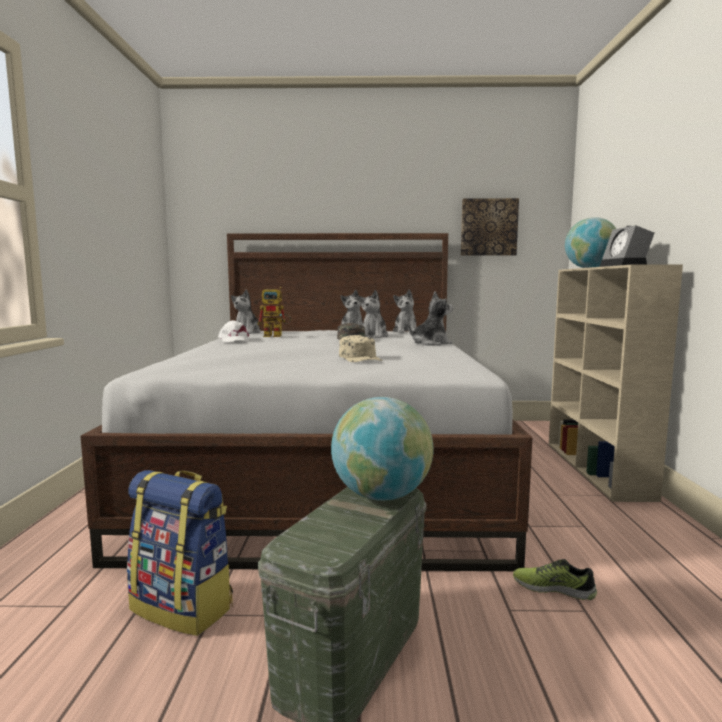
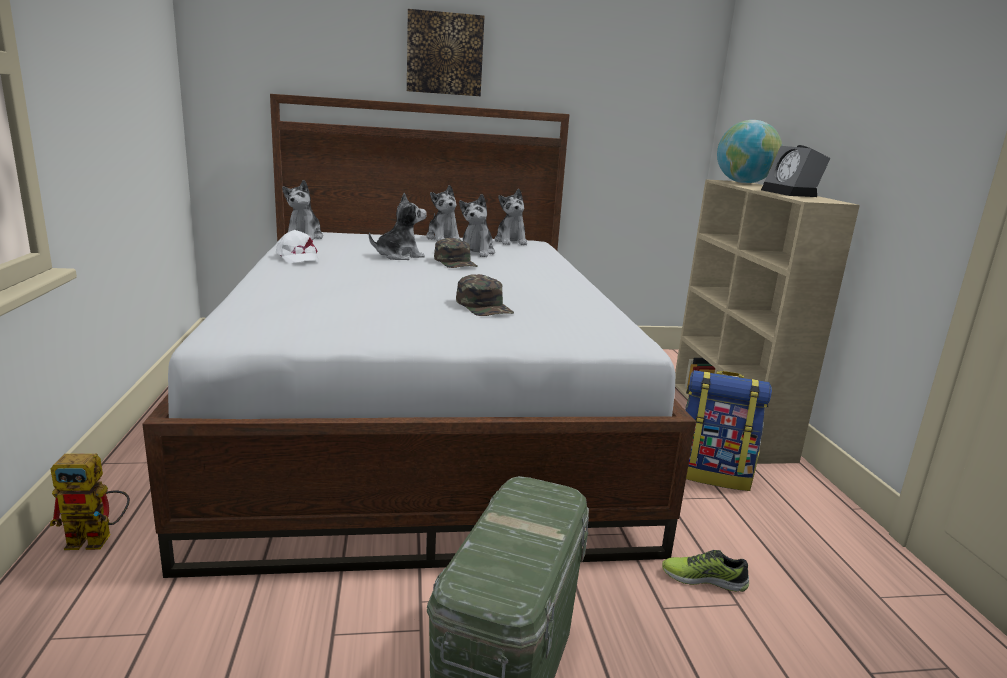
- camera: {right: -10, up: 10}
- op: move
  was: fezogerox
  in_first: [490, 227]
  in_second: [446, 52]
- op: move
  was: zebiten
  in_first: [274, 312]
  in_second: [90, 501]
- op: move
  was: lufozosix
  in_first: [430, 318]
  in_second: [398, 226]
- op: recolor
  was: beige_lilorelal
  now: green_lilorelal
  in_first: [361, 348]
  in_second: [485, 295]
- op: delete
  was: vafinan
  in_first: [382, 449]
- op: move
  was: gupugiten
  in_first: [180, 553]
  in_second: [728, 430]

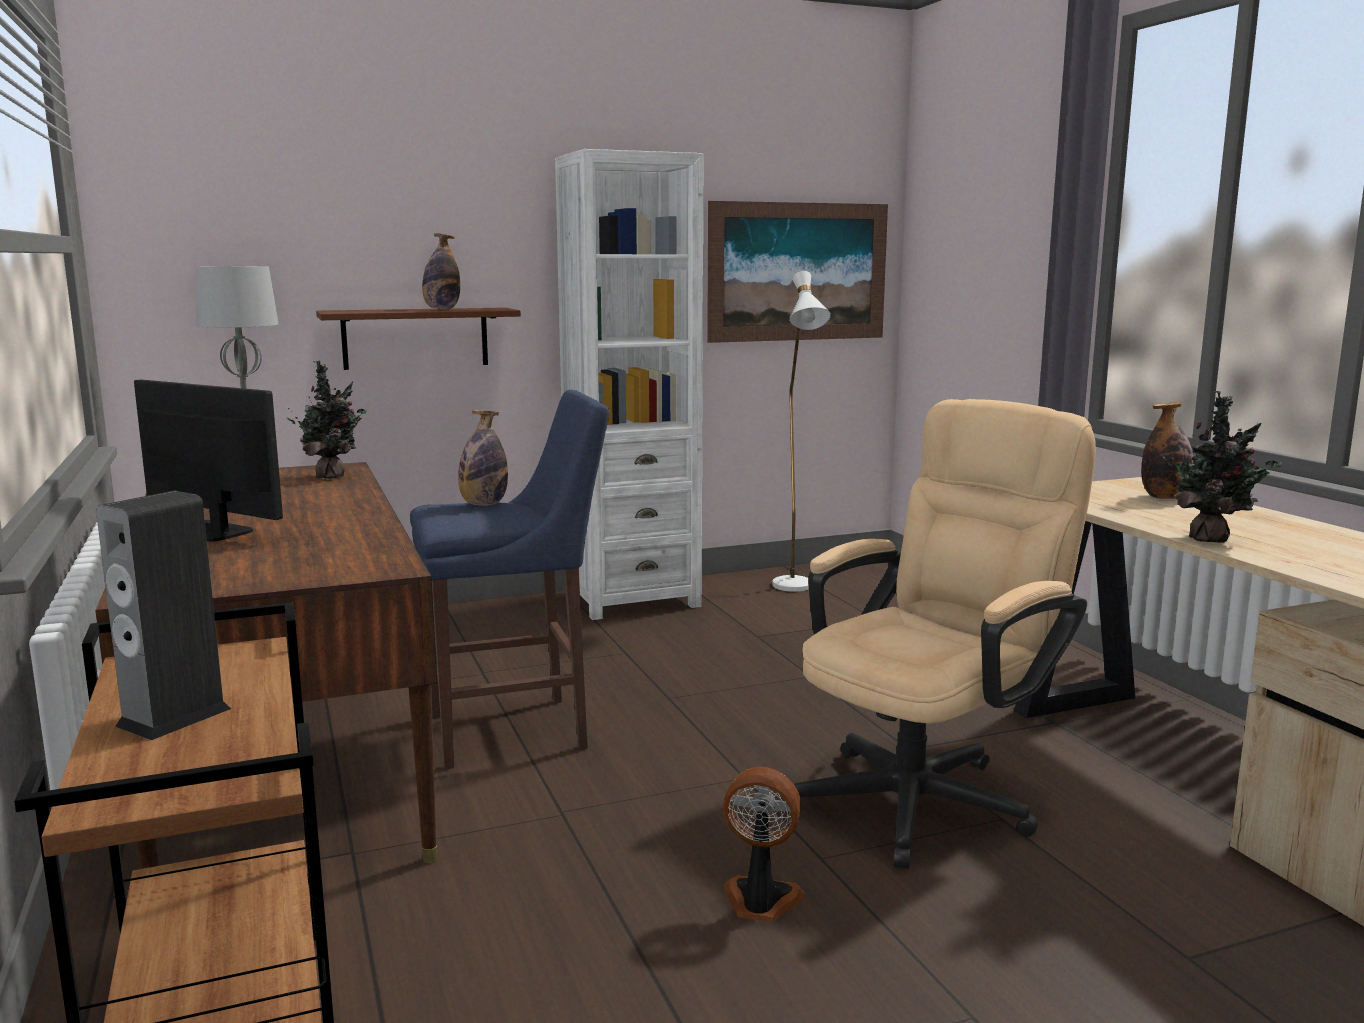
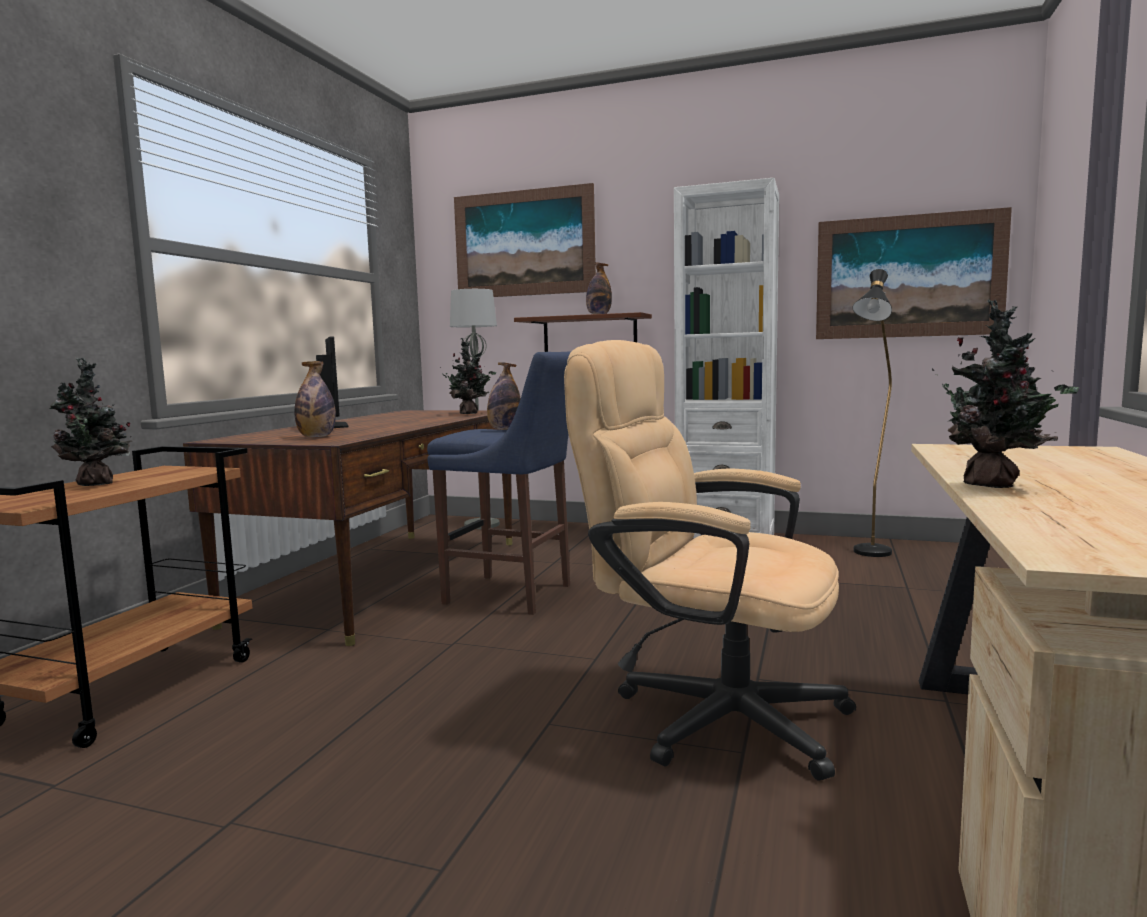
- camera: {right: 40, up: -5}
- op: recolor
  was: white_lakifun
  now: black_lakifun
  in_first: [801, 431]
  in_second: [872, 413]
- op: rotate
  was: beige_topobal
  in_first: [939, 634]
  in_second: [710, 560]
  clockwise: -150
- op: move
  was: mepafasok
  in_first: [1167, 450]
  in_second: [315, 399]
- op: replace
  was: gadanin
  now: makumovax
  in_first: [163, 615]
  in_second: [91, 422]
- op: delete
  was: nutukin
  in_first: [764, 844]
- op: insert
  now: fezogerox
  in_second: [525, 240]

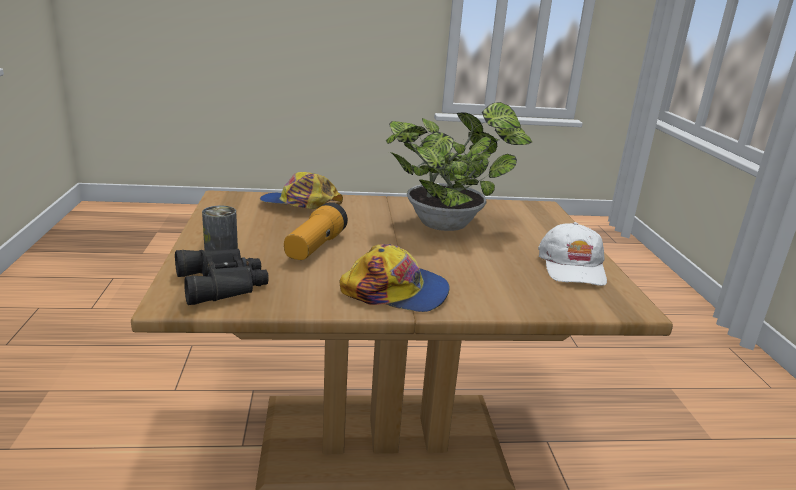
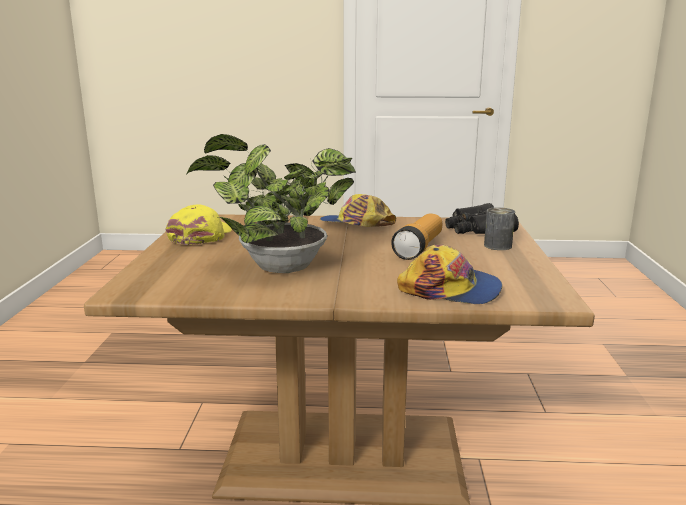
- camera: {right: -170, up: -5}
- op: recolor
  was: white_lilorelal
  now: yellow_lilorelal
  in_first: [572, 254]
  in_second: [198, 224]

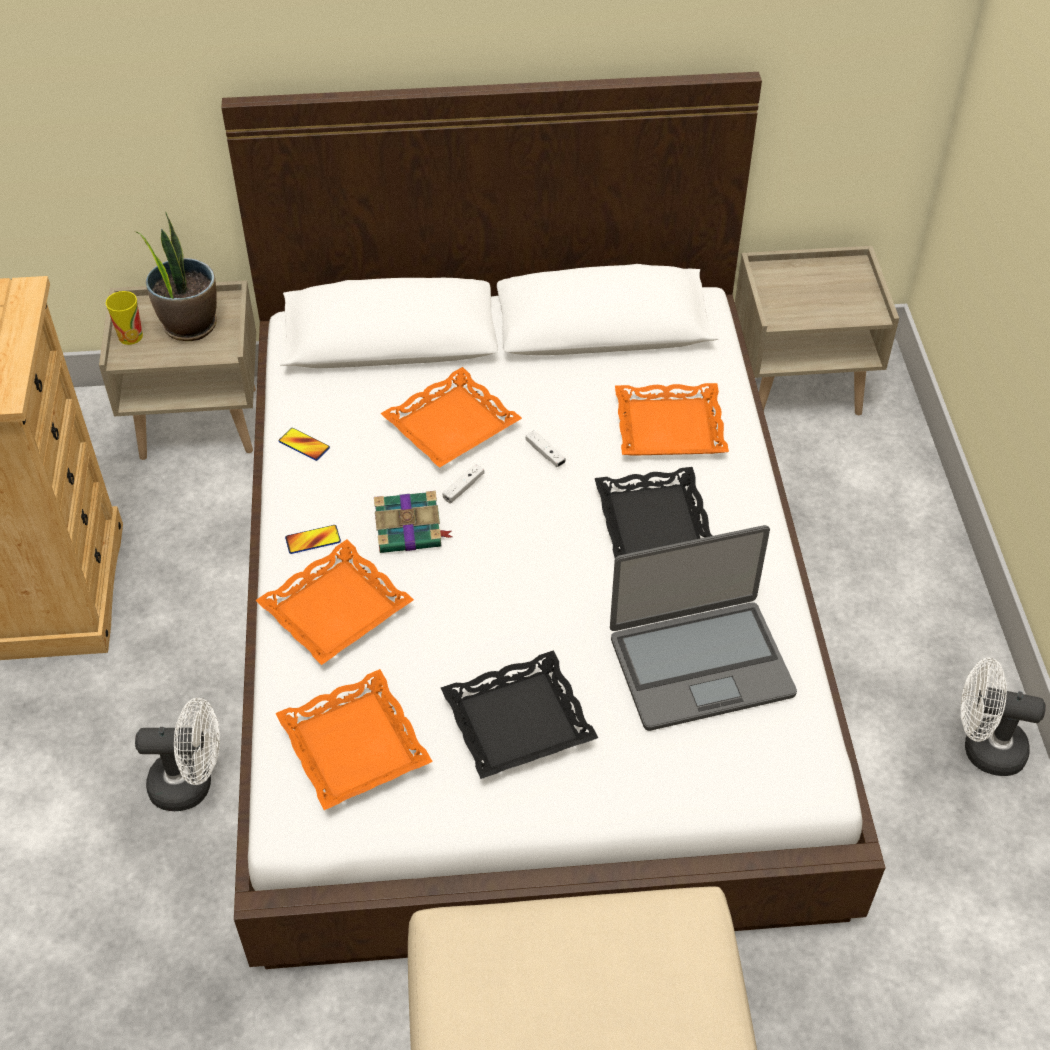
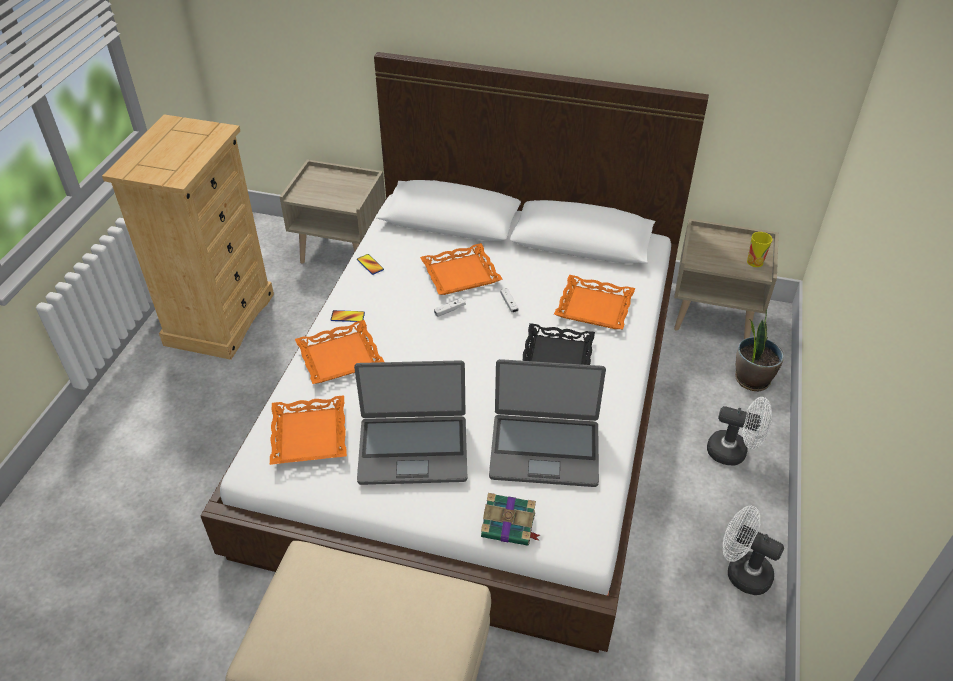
- camera: {right: 20, up: -5}
- op: move
  was: makumovax
  in_first: [176, 276]
  in_second: [759, 350]
- op: move
  was: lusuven
  in_first: [124, 318]
  in_second: [759, 249]
- op: move
  was: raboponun
  in_first: [413, 522]
  in_second: [510, 519]
- op: replace
  was: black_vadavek
  now: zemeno
  in_first: [519, 714]
  in_second: [410, 422]
- op: move
  was: white_nutukin
  in_first: [177, 754]
  in_second: [739, 431]

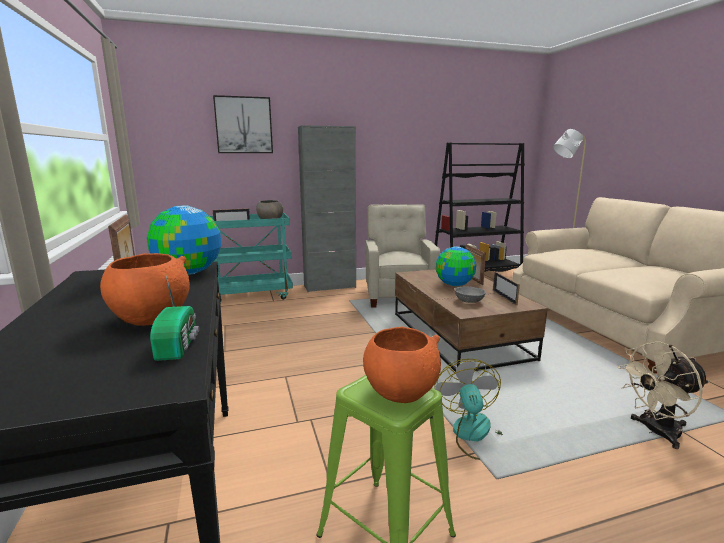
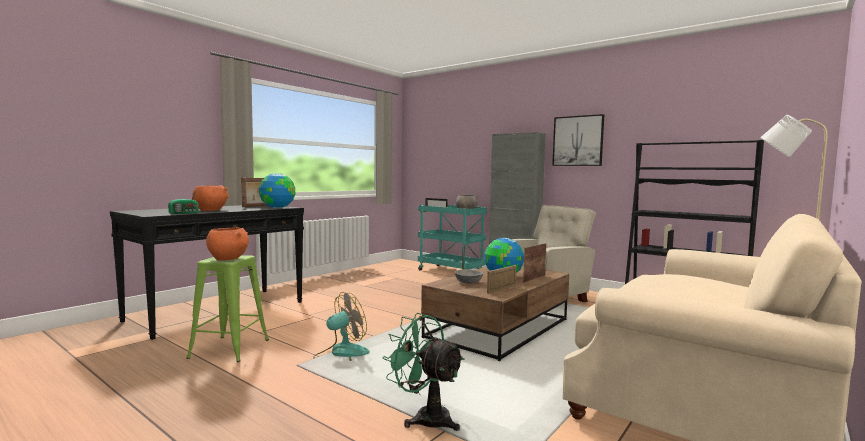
- camera: {right: 55, up: -10}
- op: move
  was: fezogerox
  in_first: [243, 124]
  in_second: [578, 140]
- op: recolor
  was: beige_nutukin
  now: green_nutukin
  in_first: [663, 395]
  in_second: [423, 372]

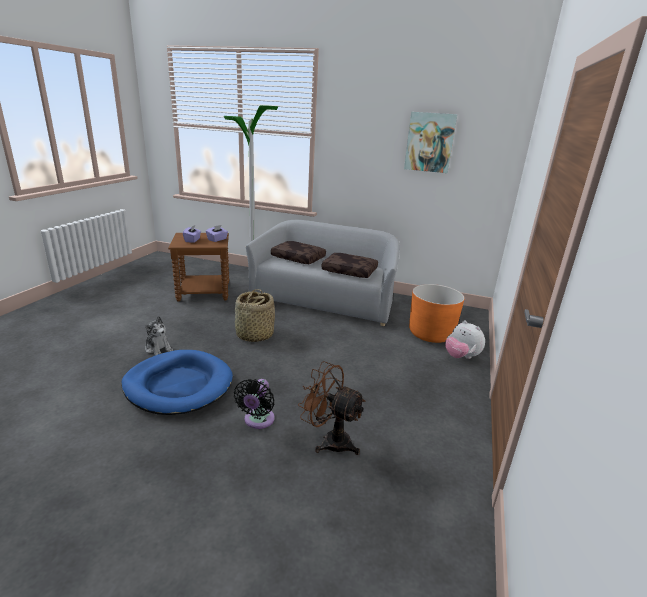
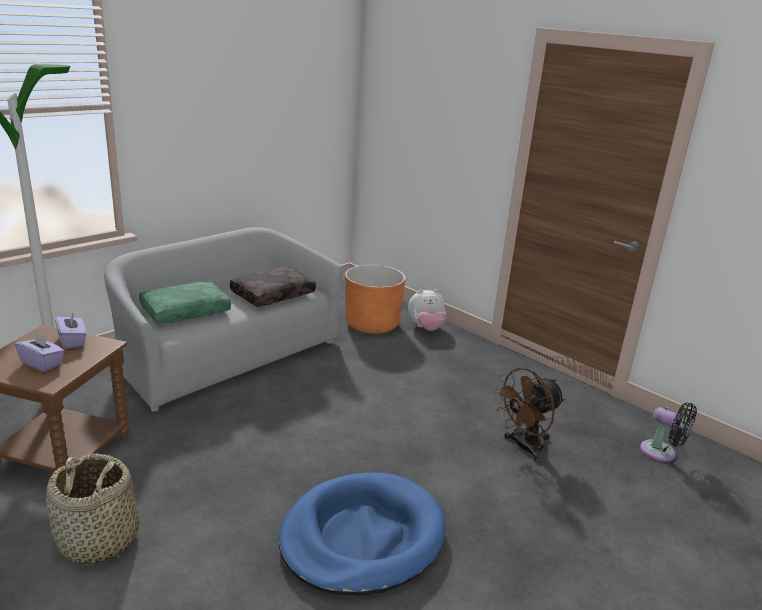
- camera: {right: -65, up: 0}
- op: delete
  was: fezogerox
  in_first: [430, 142]
- op: recolor
  was: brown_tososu
  now: green_tososu
  in_first: [298, 252]
  in_second: [185, 302]
- op: move
  was: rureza
  in_first: [255, 315]
  in_second: [92, 509]
- op: delete
  was: lufozosix
  in_first: [159, 335]
- op: move
  was: black_nutukin
  in_first: [254, 404]
  in_second: [668, 432]

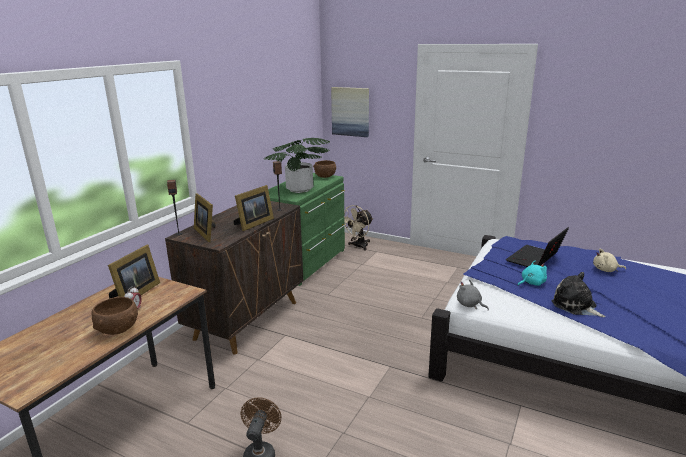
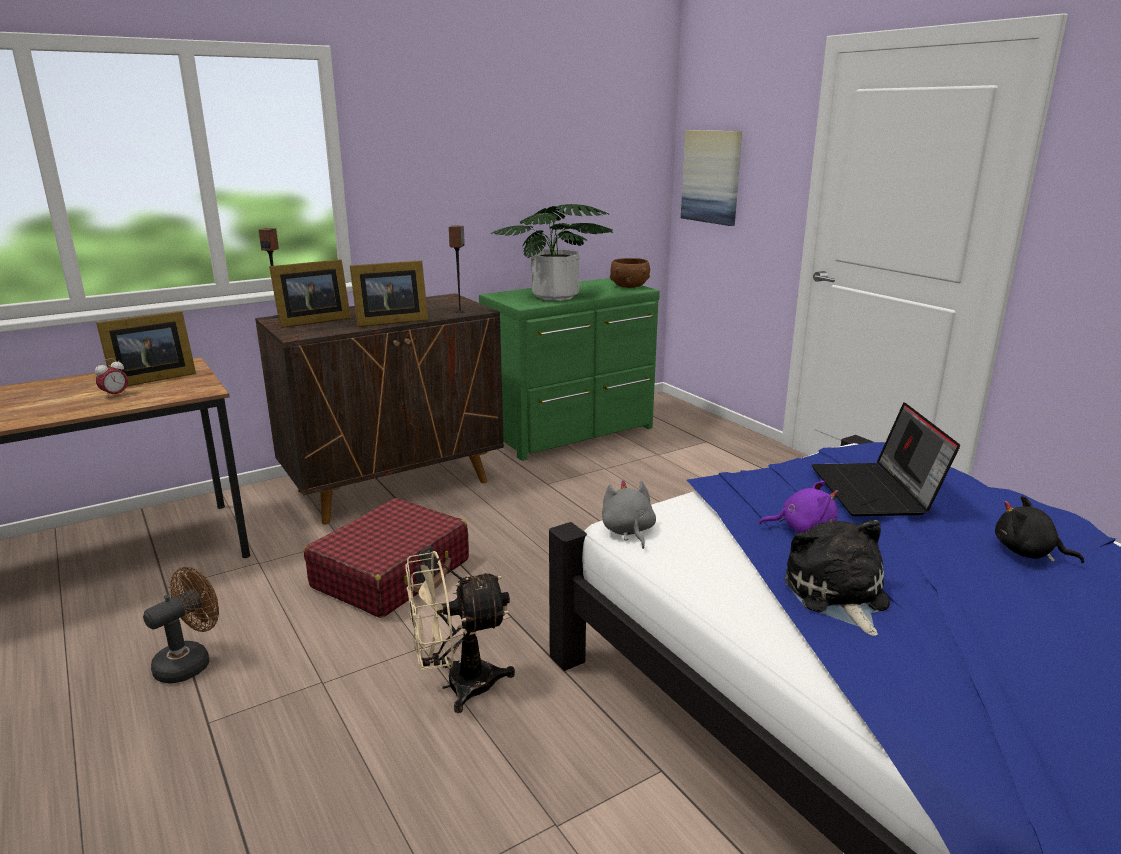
- camera: {right: 30, up: 0}
- op: rotate
  was: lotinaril
  in_first: [205, 217]
  in_second: [310, 293]
  clockwise: -120
- op: move
  was: beige_nutukin
  in_first: [358, 227]
  in_second: [460, 632]
- op: rotate
  was: zemeno
  in_first: [537, 247]
  in_second: [886, 459]
  clockwise: -75
- op: recolor
  was: beige_lufozosix
  now: black_lufozosix
  in_first: [609, 260]
  in_second: [1039, 529]
- op: recolor
  was: turquoise_lufozosix
  now: purple_lufozosix
  in_first: [532, 273]
  in_second: [798, 507]
- op: delete
  was: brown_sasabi
  in_first: [115, 316]
- op: insert
  now: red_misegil
  in_second: [386, 558]

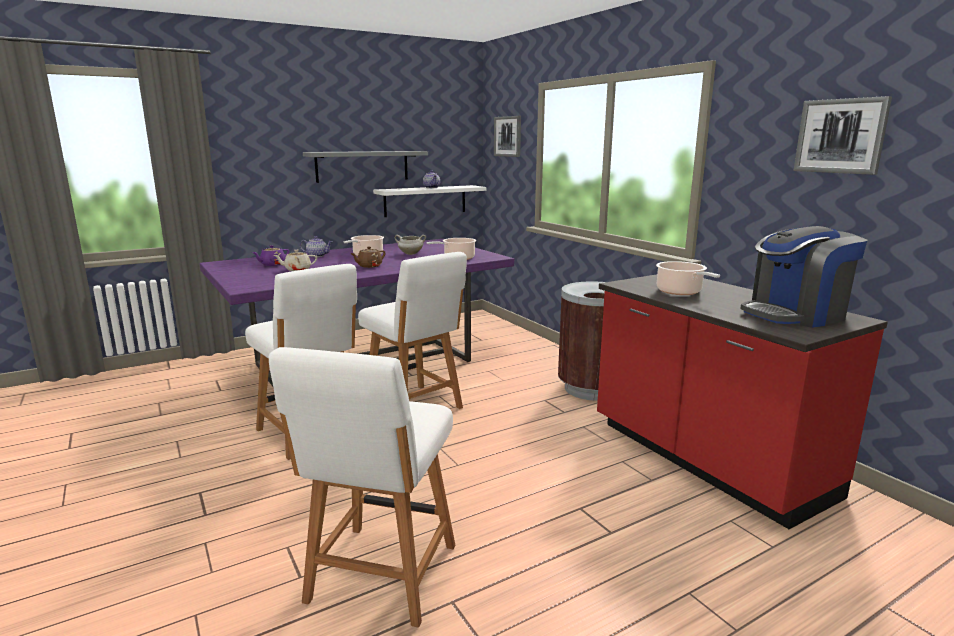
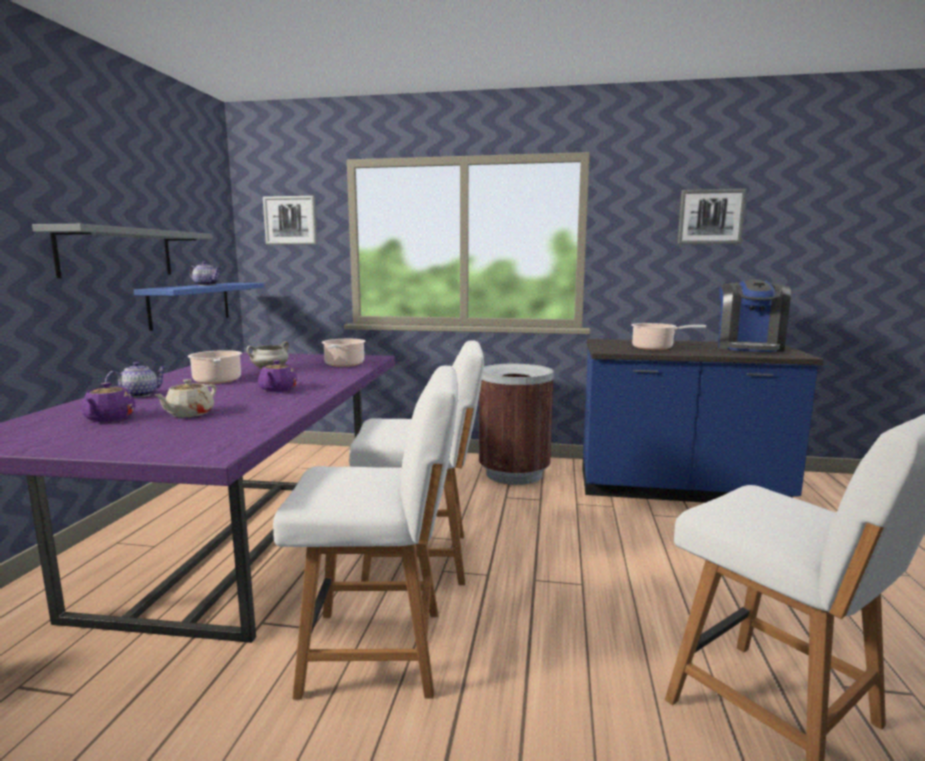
- camera: {right: -50, up: -5}
- op: recolor
  was: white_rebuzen
  now: blue_rebuzen
  in_first: [429, 201]
  in_second: [199, 307]
- op: recolor
  was: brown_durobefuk
  now: purple_durobefuk
  in_first: [367, 257]
  in_second: [277, 376]
- op: recolor
  was: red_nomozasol
  now: blue_nomozasol
  in_first: [742, 401]
  in_second: [703, 421]

